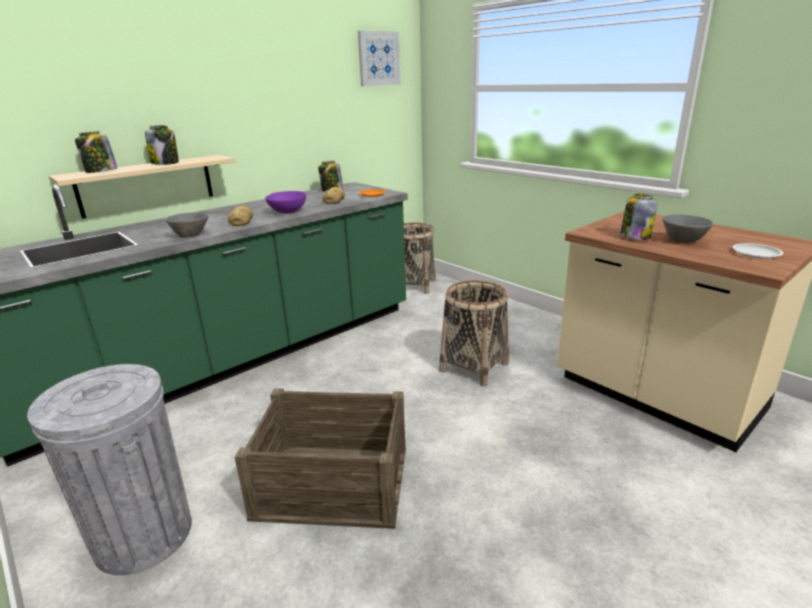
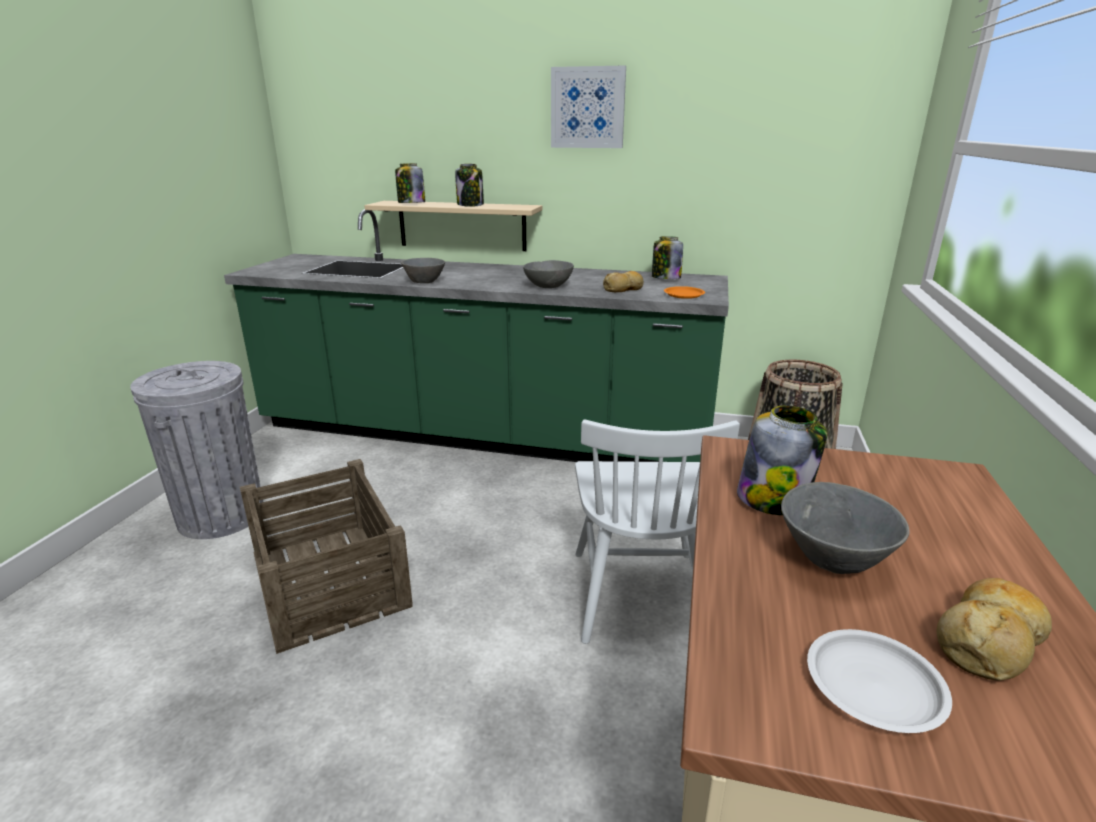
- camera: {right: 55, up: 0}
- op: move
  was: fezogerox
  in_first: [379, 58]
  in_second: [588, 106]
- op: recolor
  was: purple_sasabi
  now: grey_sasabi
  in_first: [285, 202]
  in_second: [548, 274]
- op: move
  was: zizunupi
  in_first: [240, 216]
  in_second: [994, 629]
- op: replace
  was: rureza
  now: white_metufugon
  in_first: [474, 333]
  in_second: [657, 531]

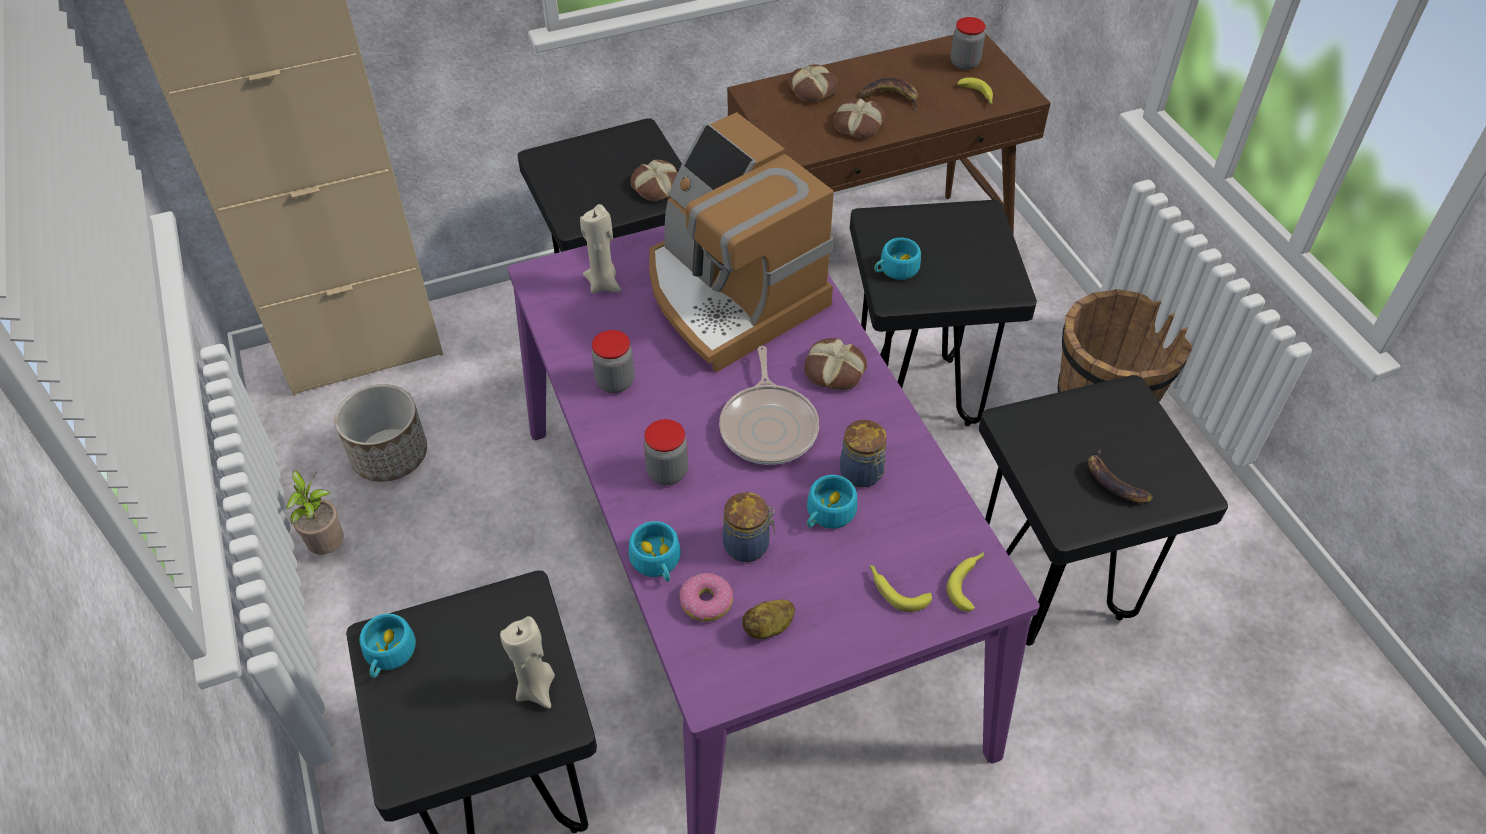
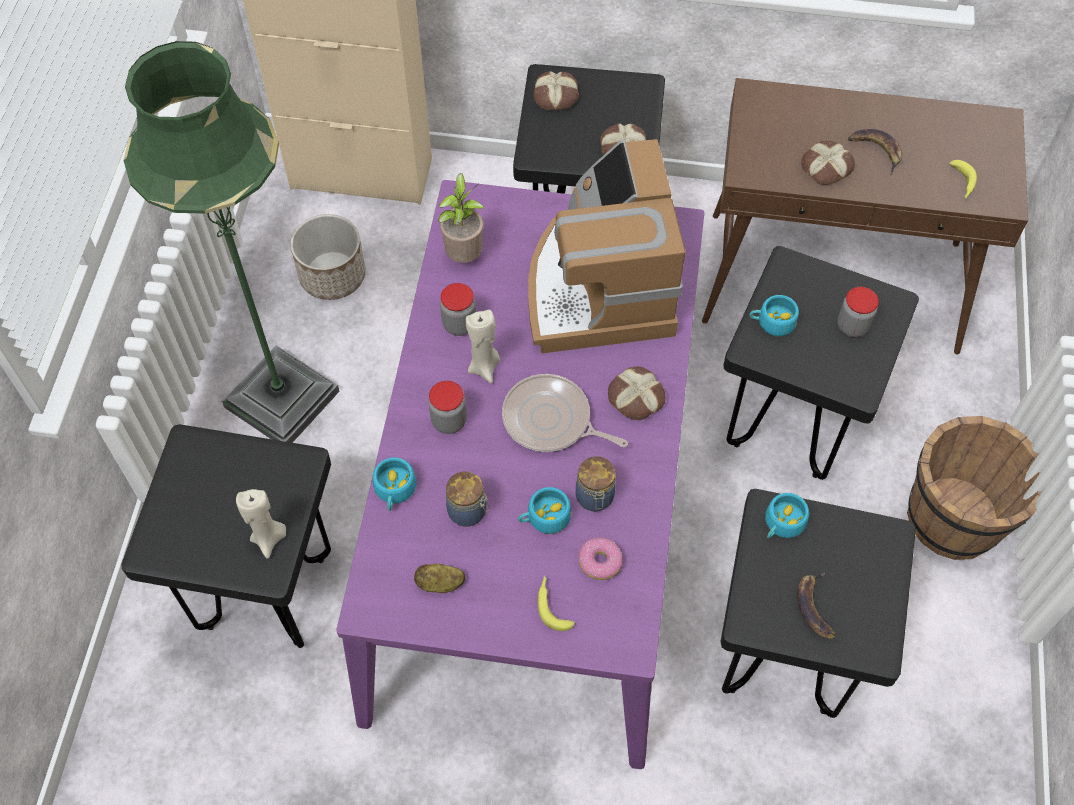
- camera: {right: 30, up: 10}
- op: move
  was: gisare
  in_first: [968, 43]
  in_second: [858, 312]
- op: move
  was: zizunupi
  in_first: [813, 83]
  in_second: [556, 90]
- op: move
  was: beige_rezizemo
  in_first: [600, 249]
  in_second: [483, 347]
- op: rotate
  was: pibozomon
  in_first: [769, 405]
  in_second: [565, 413]
  clockwise: 90
- op: move
  was: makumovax
  in_first: [315, 512]
  in_second: [461, 218]
- op: delete
  was: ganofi
  in_first: [965, 582]
- op: move
  was: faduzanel
  in_first: [706, 597]
  in_second: [601, 558]
- op: move
  was: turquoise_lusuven
  in_first: [388, 646]
  in_second: [787, 515]
- op: insert
  now: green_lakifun
  in_second: [231, 242]

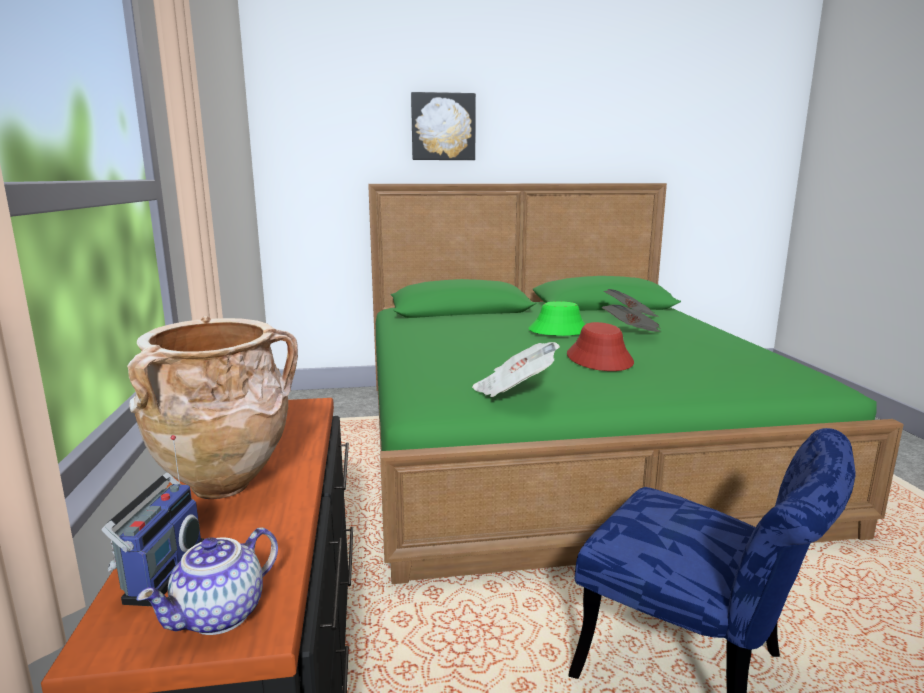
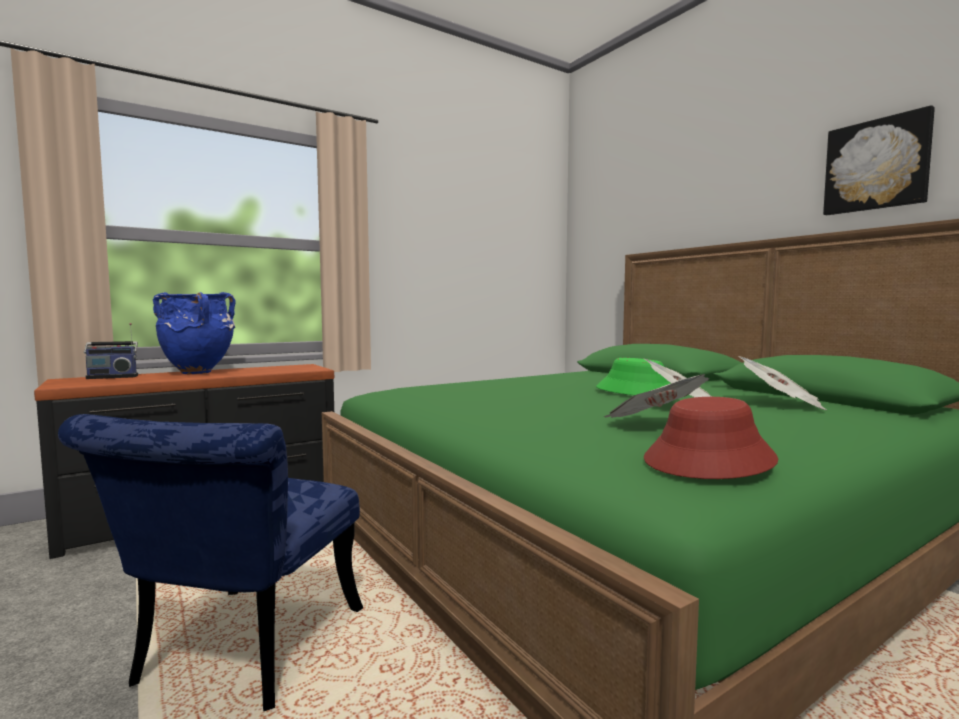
- camera: {right: 65, up: -10}
- op: move
  was: fezogerox
  in_first: [443, 126]
  in_second: [879, 160]
- op: recolor
  was: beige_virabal
  now: blue_virabal
  in_first: [212, 407]
  in_second: [194, 333]
- op: move
  was: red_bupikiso
  in_first: [600, 346]
  in_second: [711, 438]
- op: move
  was: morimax
  in_first: [516, 369]
  in_second: [656, 396]
- op: delete
  was: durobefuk
  in_first: [207, 581]

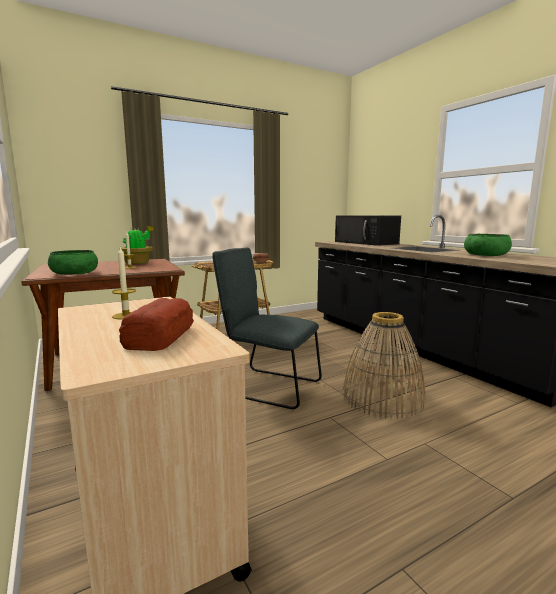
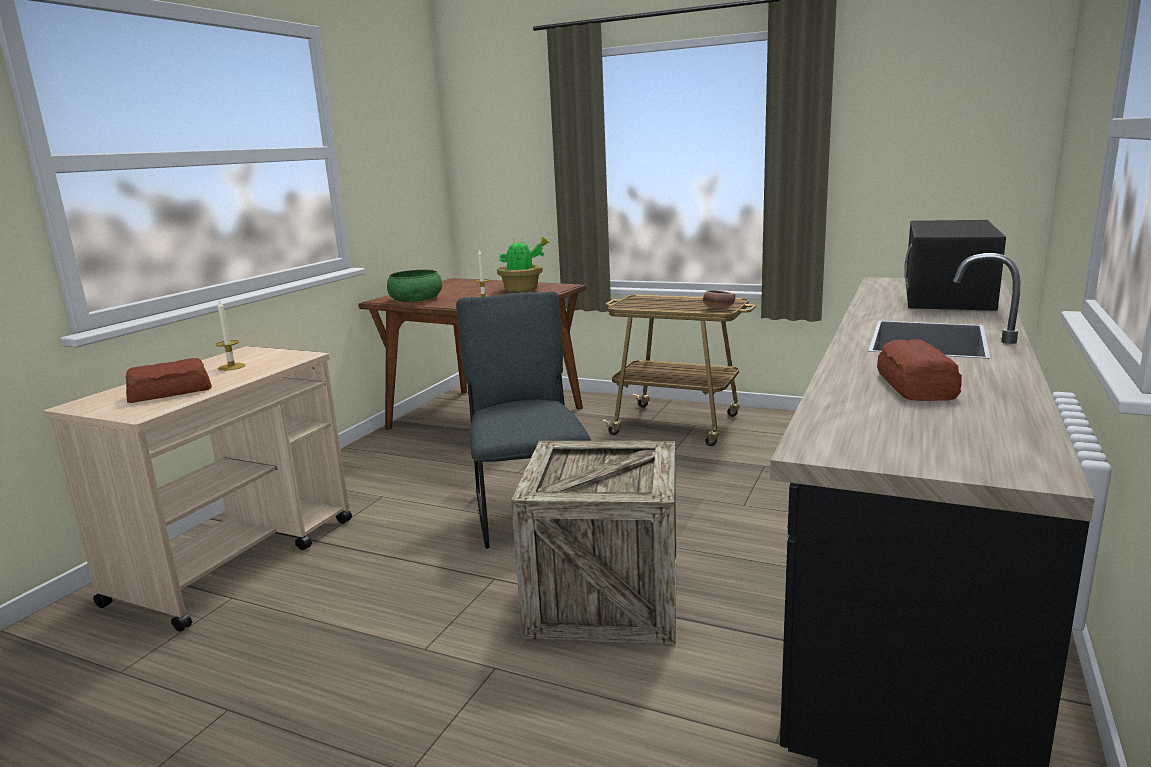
- camera: {right: 55, up: 5}
- op: replace
  was: green_sasabi
  now: zizunupi
  in_first: [488, 245]
  in_second: [919, 370]
- op: replace
  was: rureza
  now: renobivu
  in_first: [384, 365]
  in_second: [593, 543]

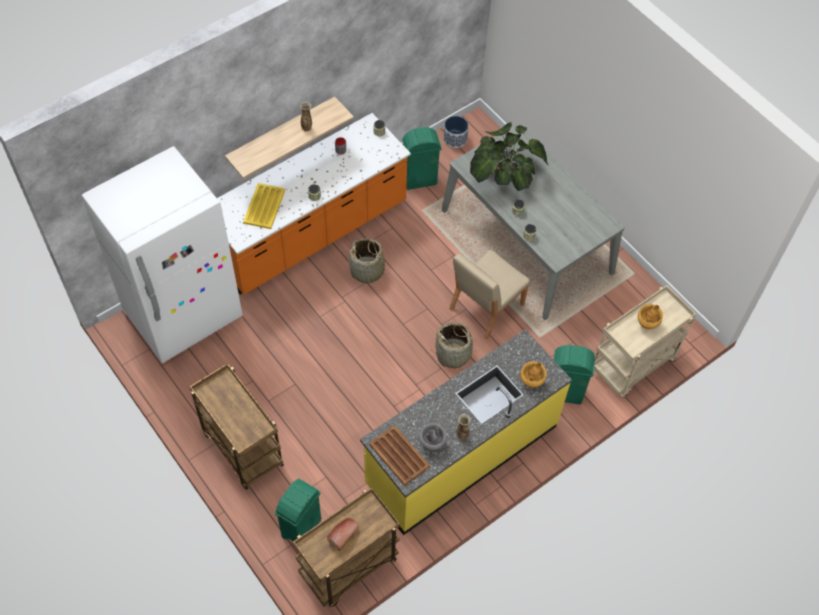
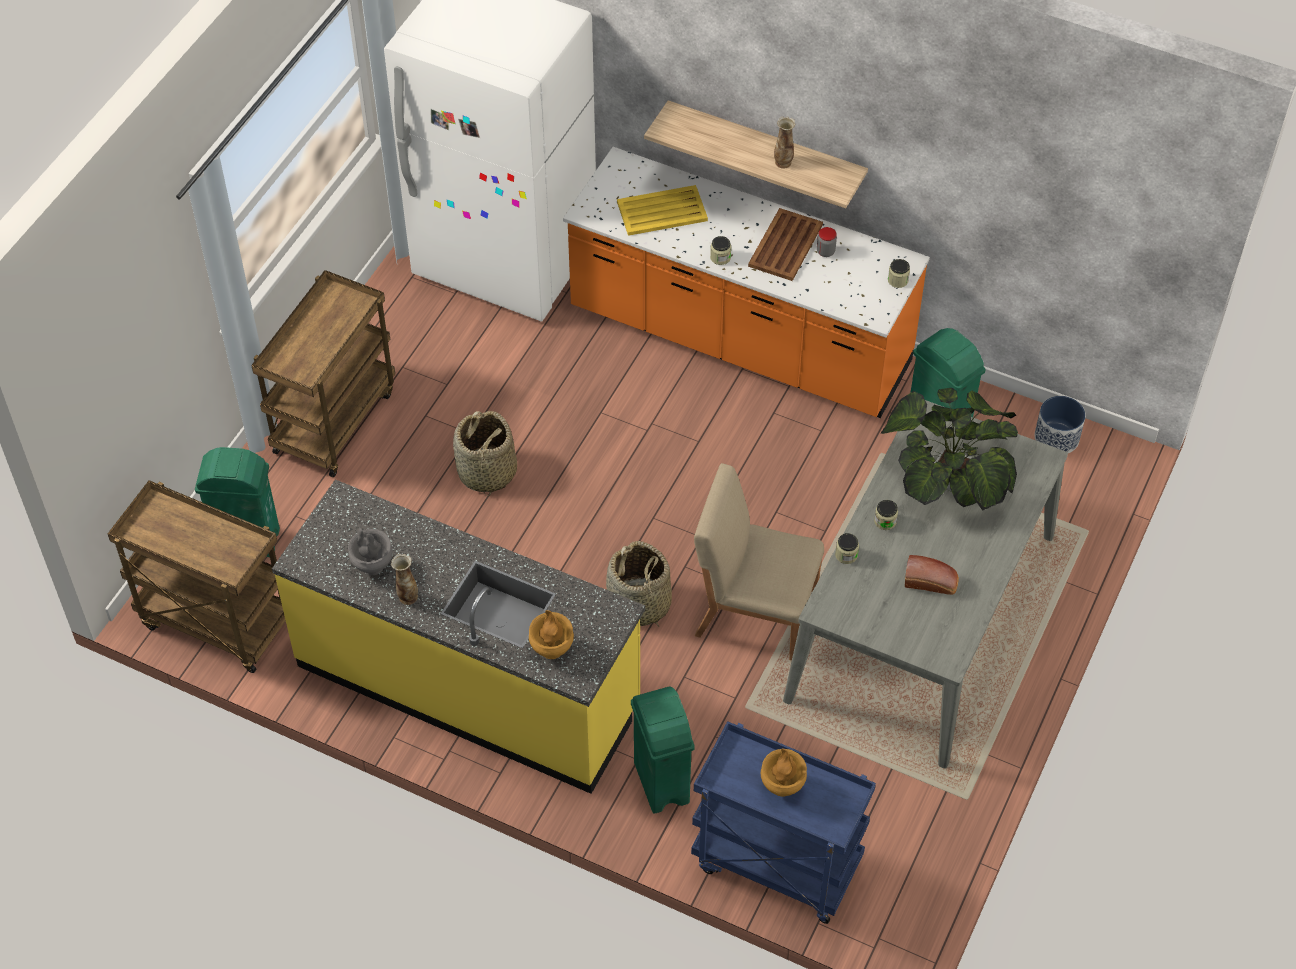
- camera: {right: 65, up: -5}
- op: move
  was: rureza
  in_first: [368, 260]
  in_second: [485, 453]
- op: recolor
  was: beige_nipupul
  now: blue_nipupul
  in_first: [645, 341]
  in_second: [783, 822]
- op: move
  was: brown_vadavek
  in_first: [399, 455]
  in_second: [785, 244]
- op: move
  was: zizunupi
  in_first: [343, 534]
  in_second: [932, 575]

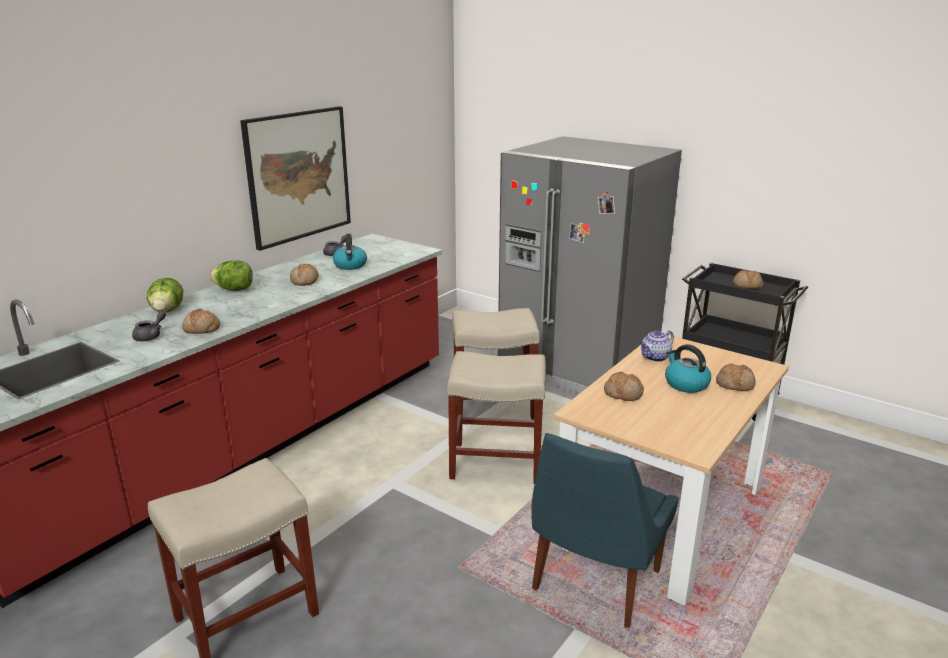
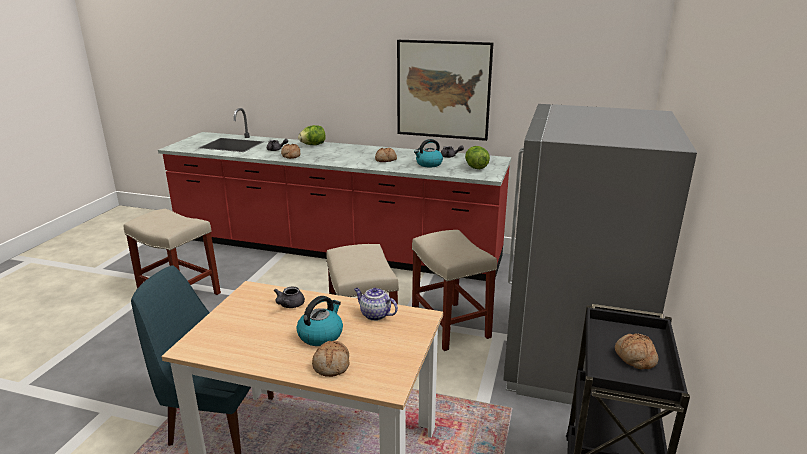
- camera: {right: 70, up: 0}
- op: move
  was: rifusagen
  in_first: [231, 275]
  in_second: [477, 157]
- op: replace
  was: zizunupi
  now: grey_durobefuk
  in_first: [624, 386]
  in_second: [289, 297]

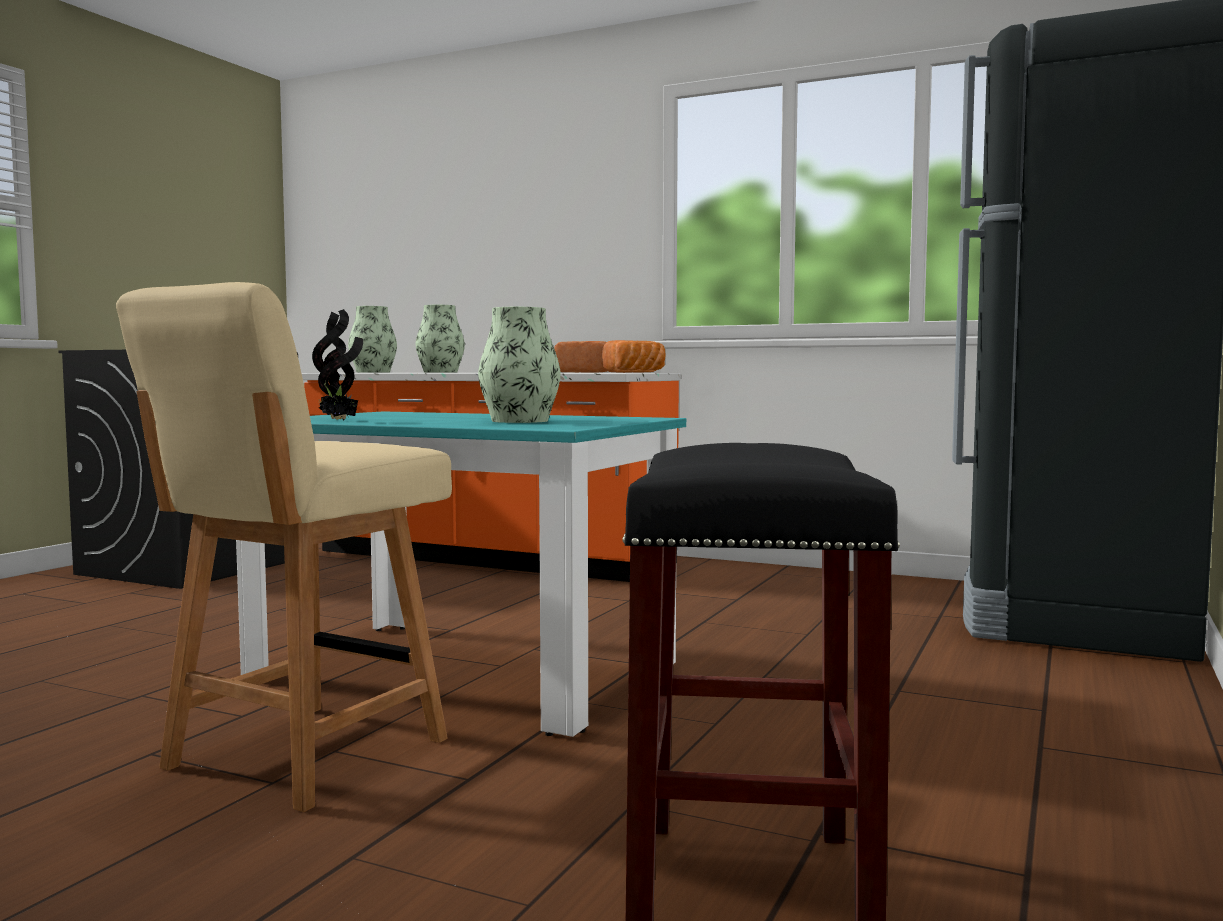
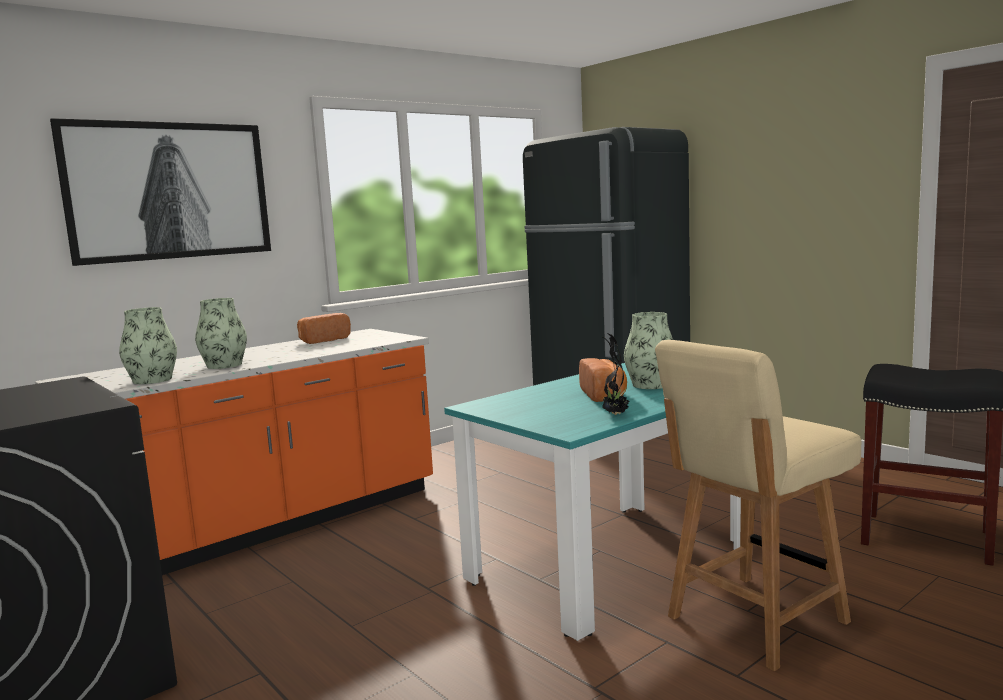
- camera: {right: -65, up: 5}
- op: rotate
  was: beige_metufugon
  in_first: [284, 547]
  in_second: [758, 505]
  clockwise: 90
- op: move
  was: zizunupi
  in_first: [634, 356]
  in_second: [603, 380]
- op: insert
  now: fezogerox
  in_second: [160, 192]

